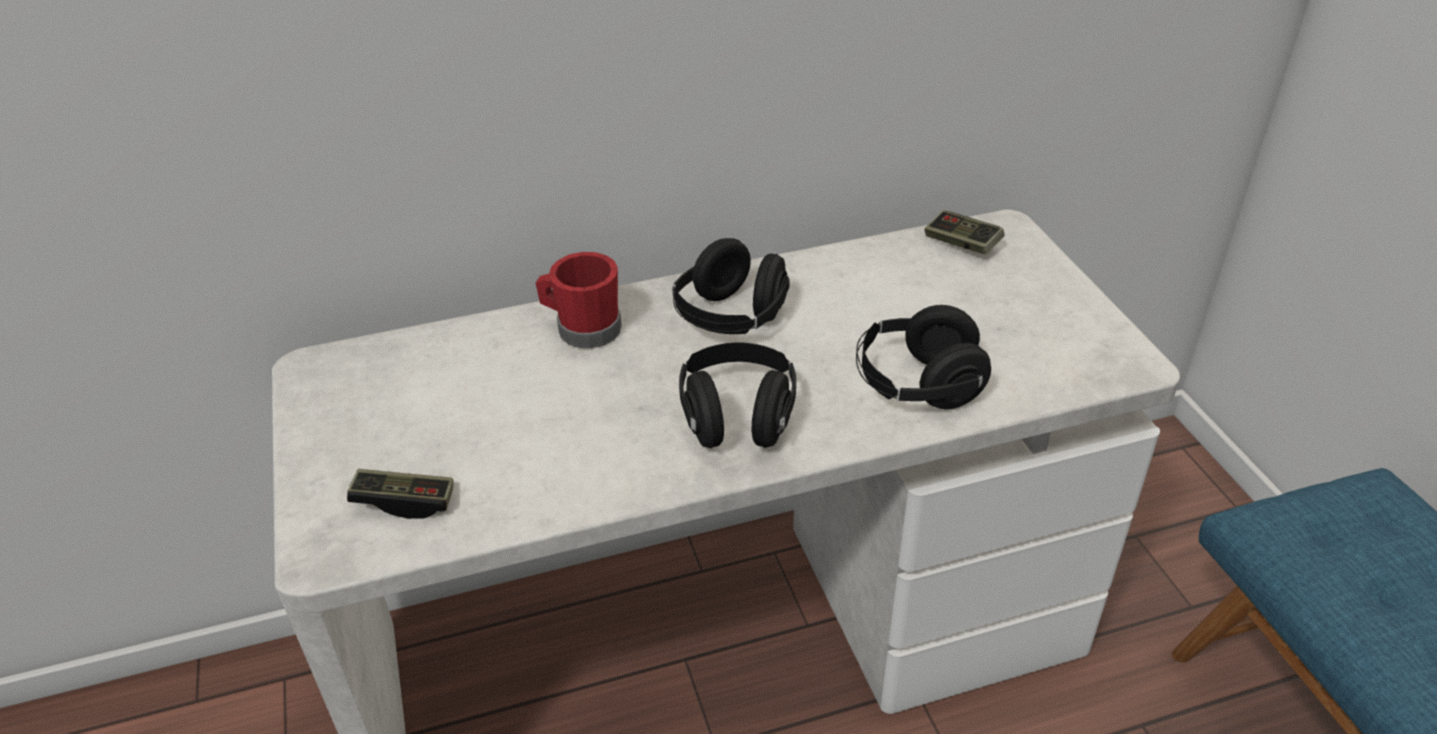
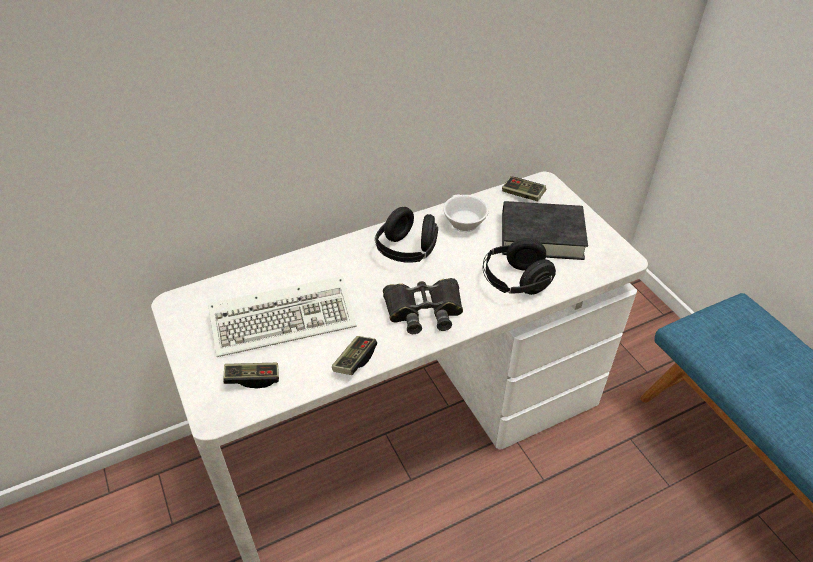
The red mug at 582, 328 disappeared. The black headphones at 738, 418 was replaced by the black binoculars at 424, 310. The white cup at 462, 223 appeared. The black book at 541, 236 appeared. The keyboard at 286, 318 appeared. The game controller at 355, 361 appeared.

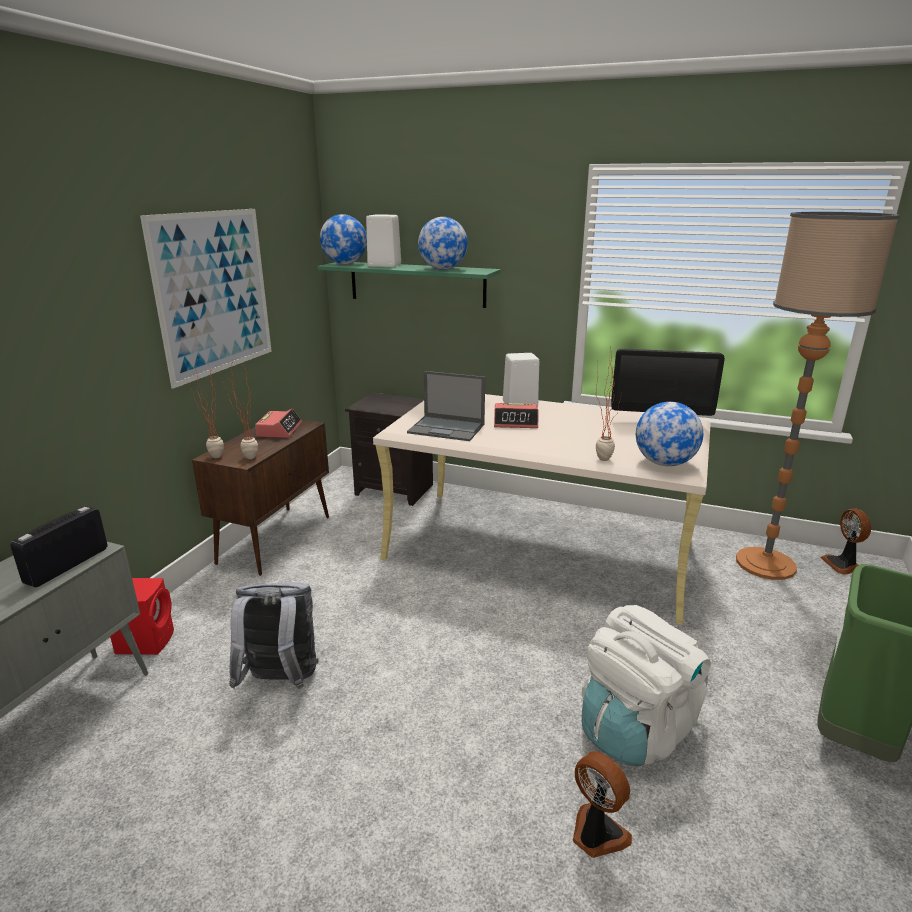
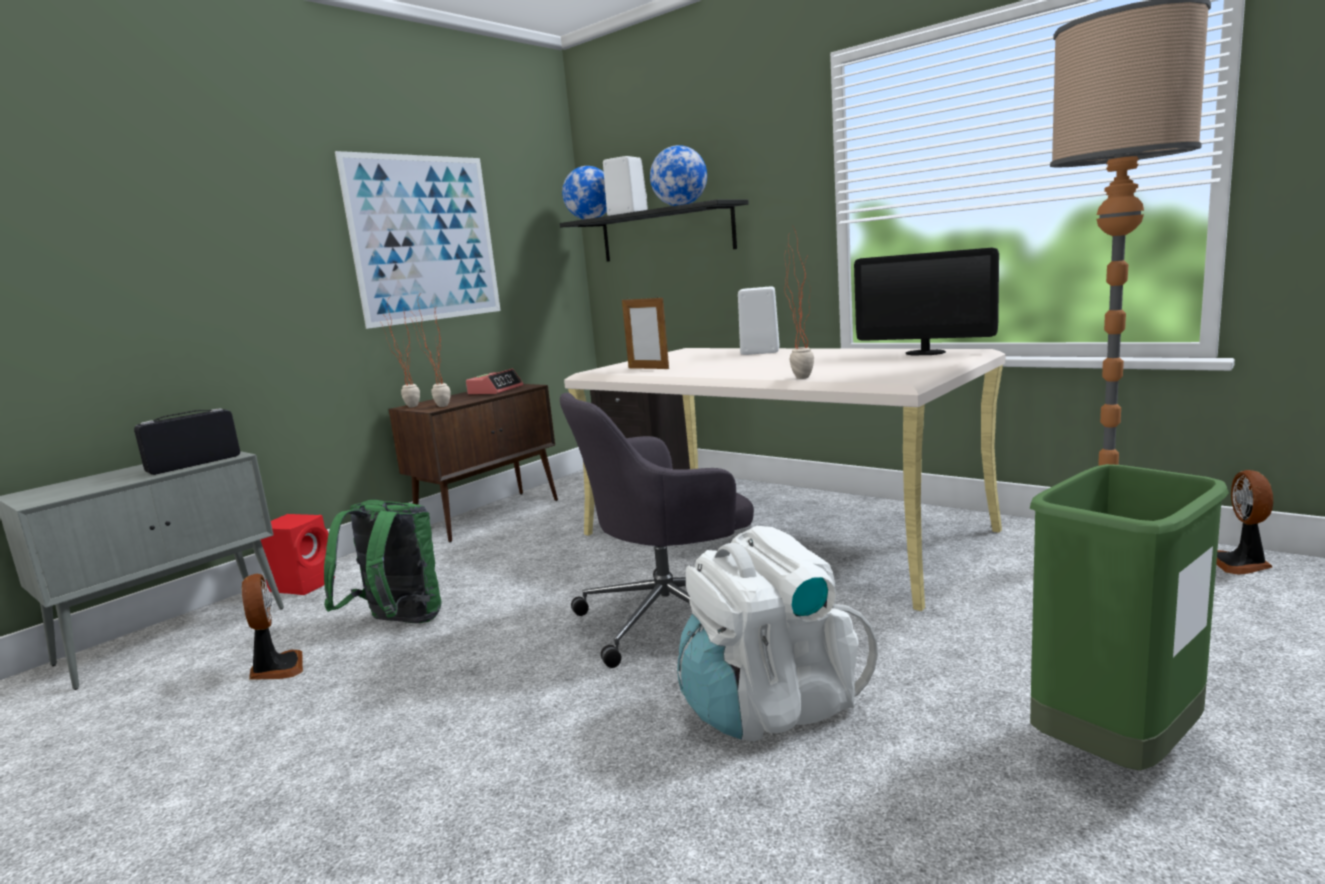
The green shelf at 417, 284 became the black shelf at 666, 233. The laptop at 447, 428 was replaced by the picture frame at 648, 368. The globe at 664, 463 disappeared. The alarm clock at 516, 422 disappeared. The grey backpack at 280, 681 became the green backpack at 397, 624. The fan moved from 596, 834 to 276, 669. The grey office chair at 670, 619 appeared.

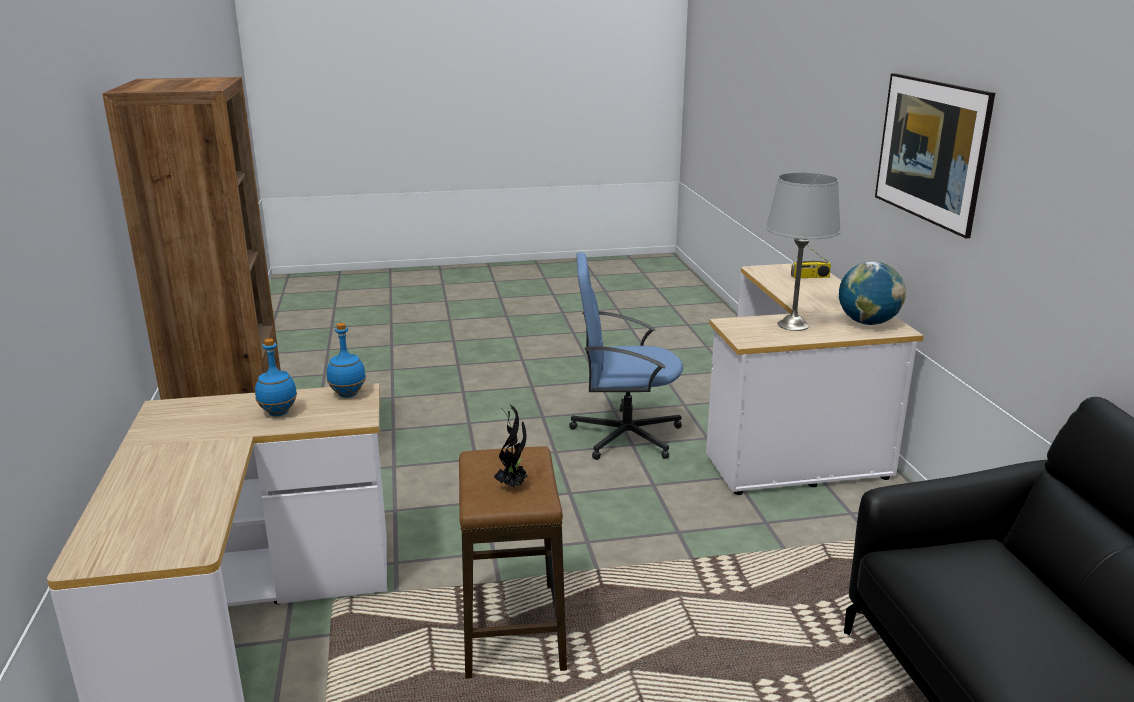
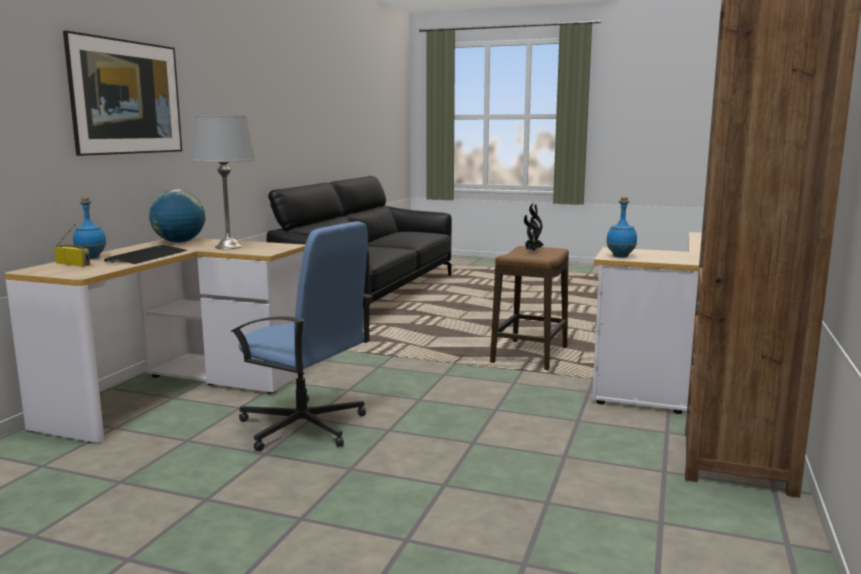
The blue bottle moved from 279, 413 to 90, 258. The keyboard at 147, 256 appeared.

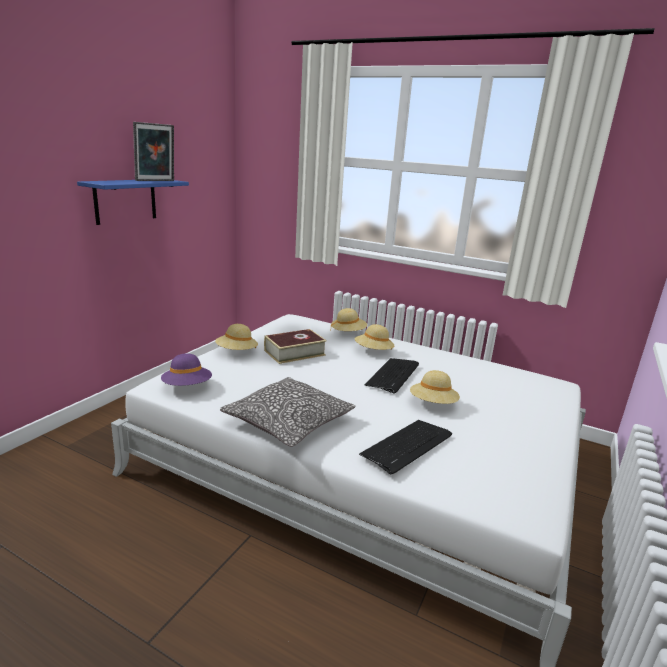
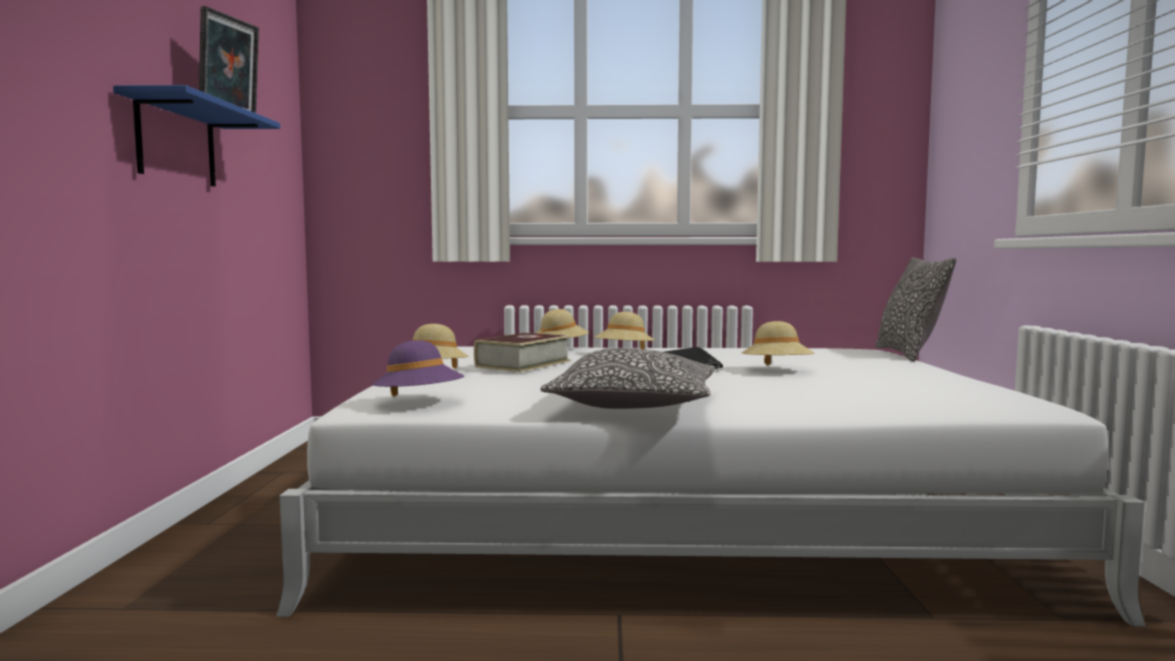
The keyboard at 407, 446 disappeared. The pillow at 909, 354 appeared.

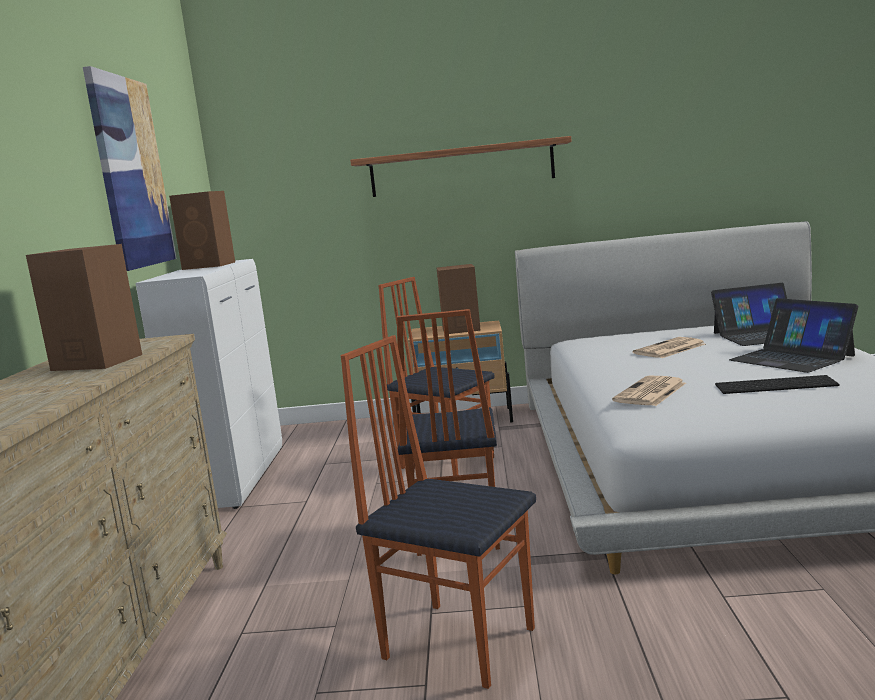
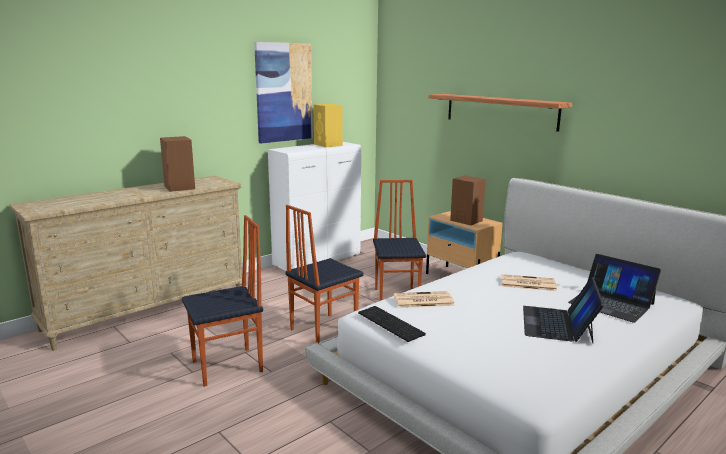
The brown speaker at 210, 265 became the yellow speaker at 328, 145. The chair at 459, 641 turned 75 degrees clockwise. The keyboard moved from 776, 385 to 392, 323.

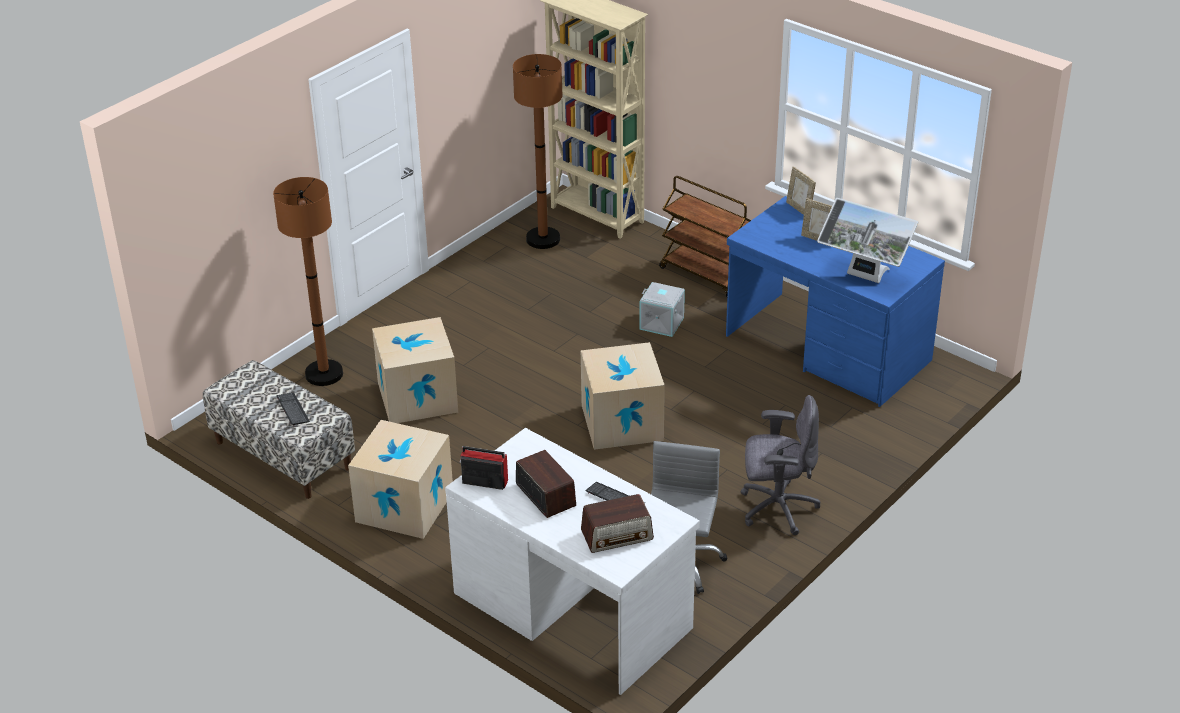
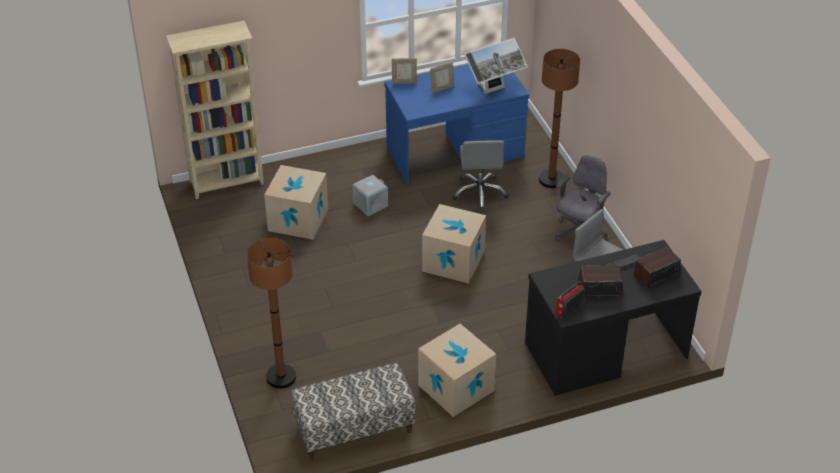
The brown floor lamp moved from 543, 239 to 551, 180. The brown cart at 707, 275 disappeared. The cardboard box moved from 417, 397 to 298, 220. The keyboard at 293, 410 disappeared. The white desk at 572, 609 became the black desk at 604, 349. The radio at 617, 535 turned 135 degrees counterclockwise. The grey office chair at 480, 193 appeared.

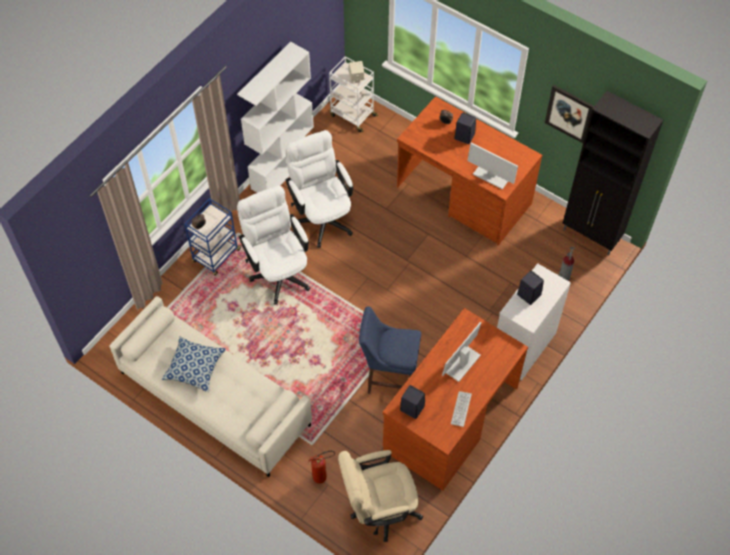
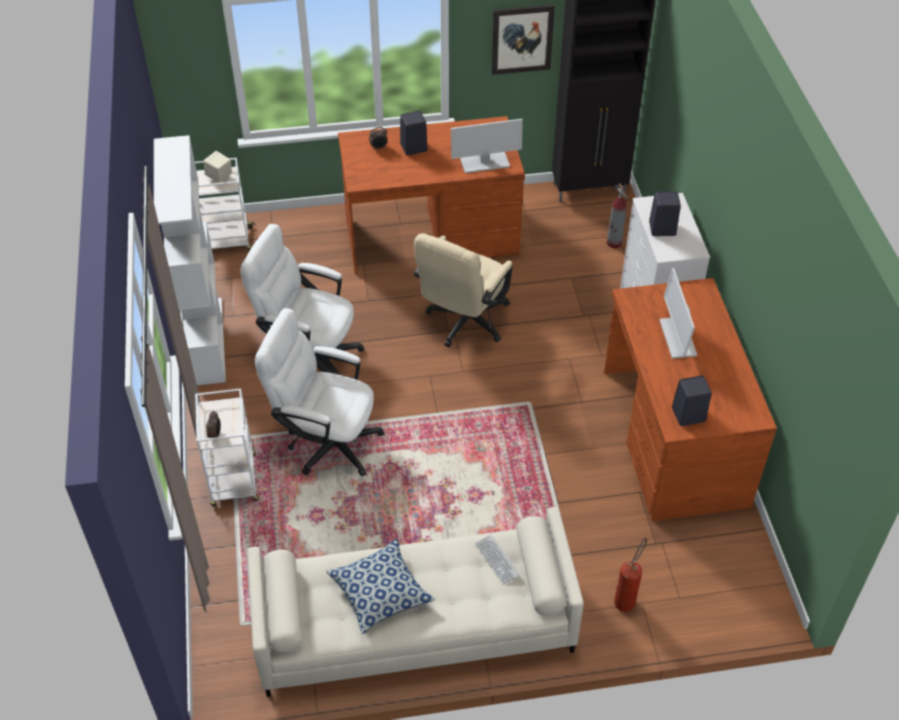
The blue cart at 216, 256 became the white cart at 234, 481. The blue stool at 388, 377 disappeared. The keyboard moved from 461, 409 to 497, 560. The beige office chair moved from 379, 509 to 463, 324.

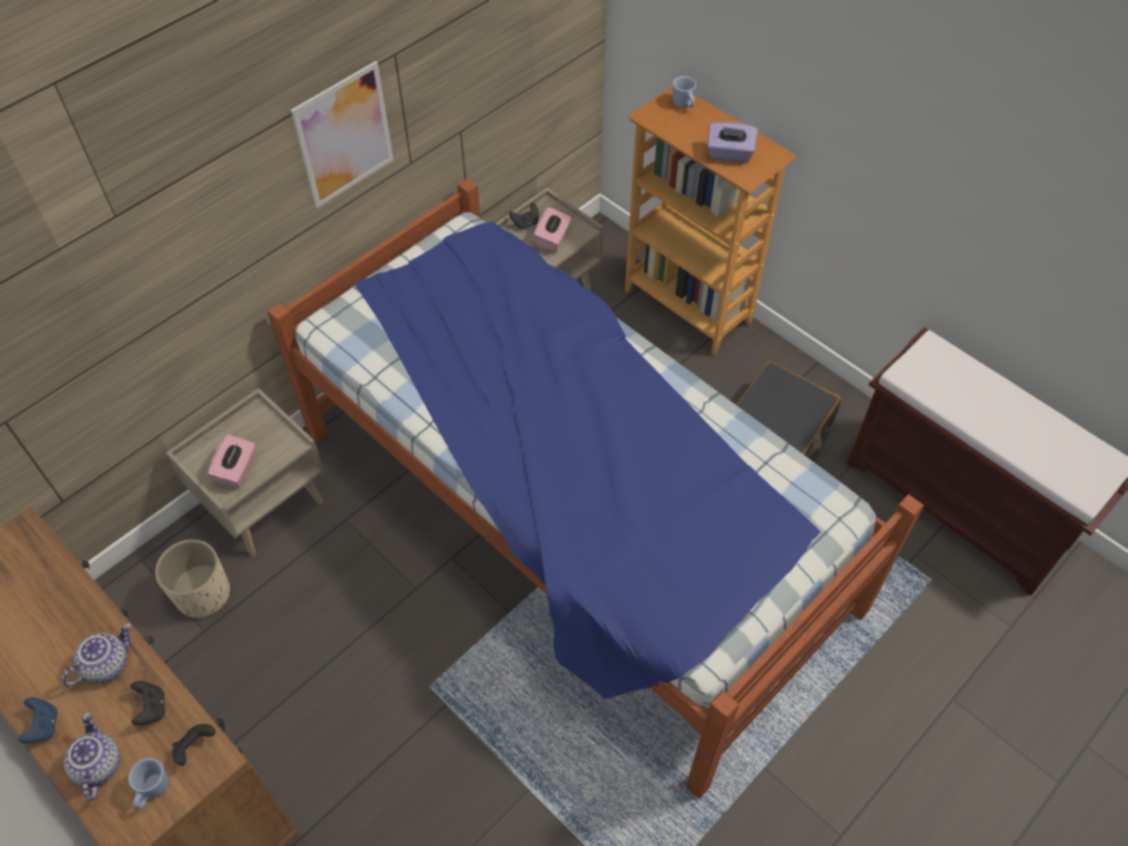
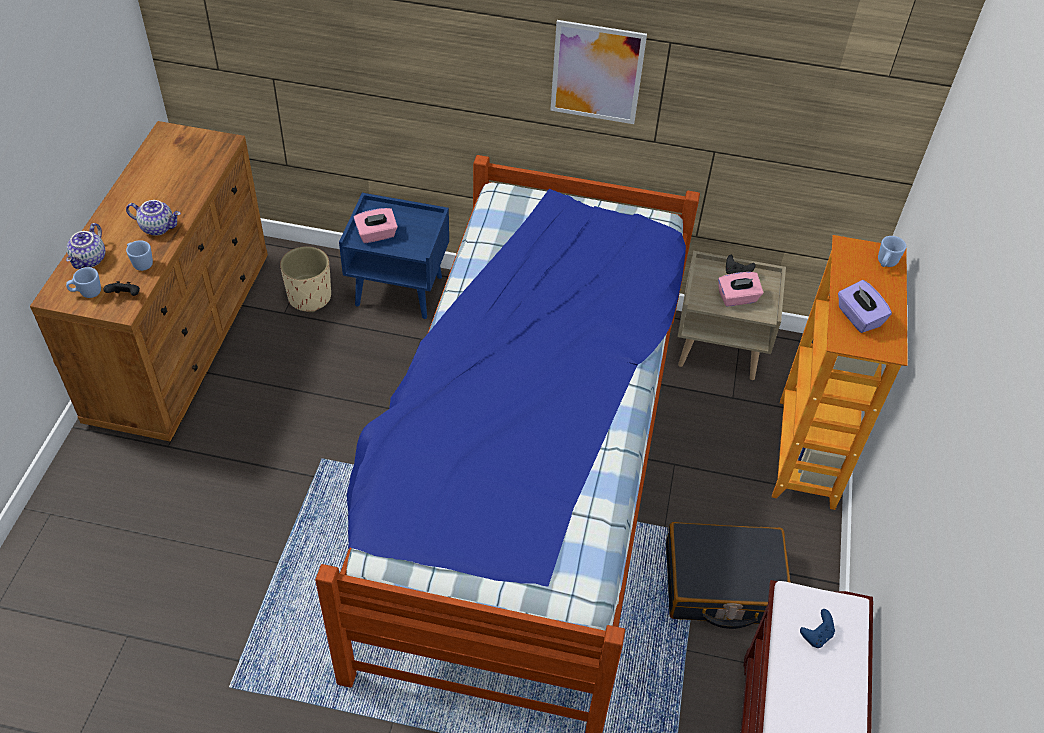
The beige nightstand at 266, 505 became the blue nightstand at 400, 290. The black game controller at 152, 708 was replaced by the blue mug at 141, 263. The blue game controller moved from 44, 726 to 816, 635. The teapot at 97, 765 turned 150 degrees clockwise.

